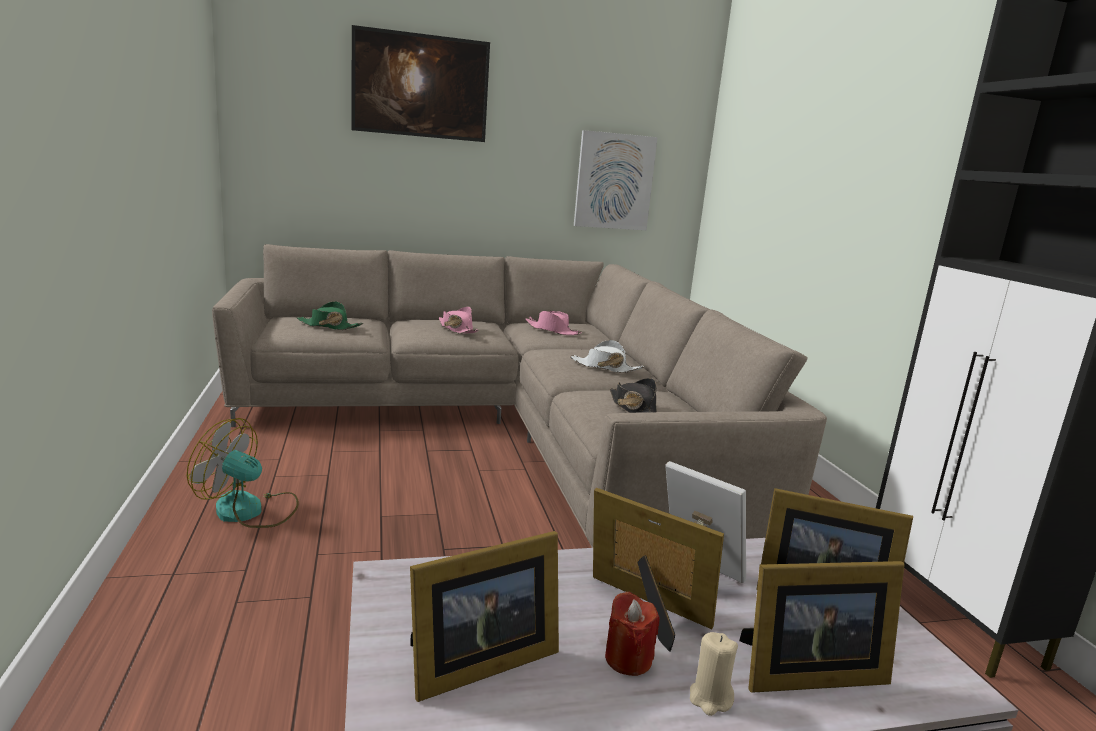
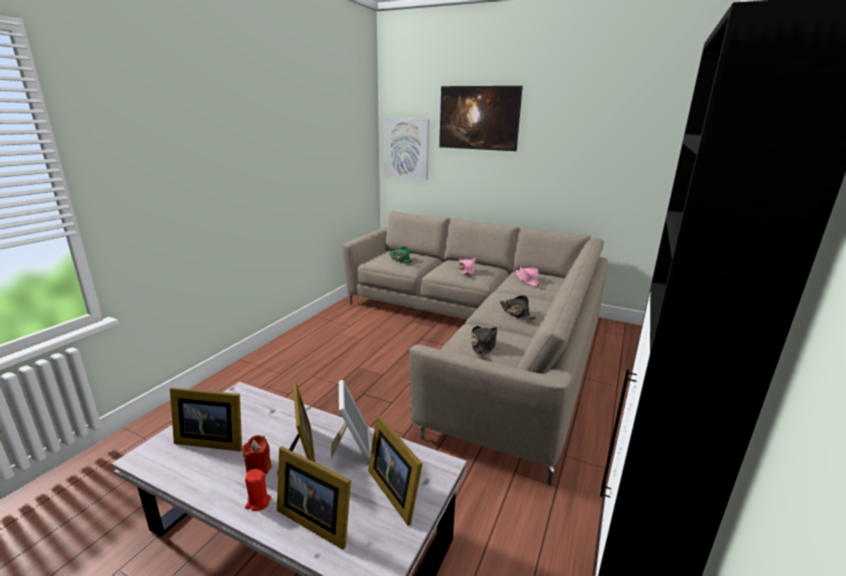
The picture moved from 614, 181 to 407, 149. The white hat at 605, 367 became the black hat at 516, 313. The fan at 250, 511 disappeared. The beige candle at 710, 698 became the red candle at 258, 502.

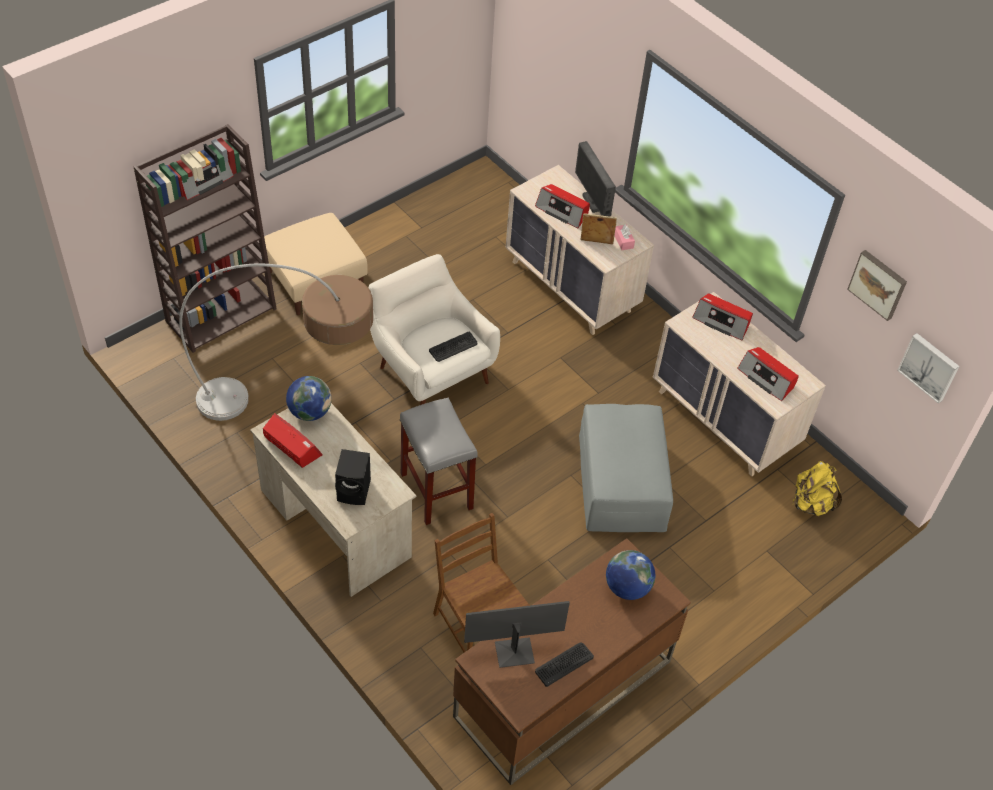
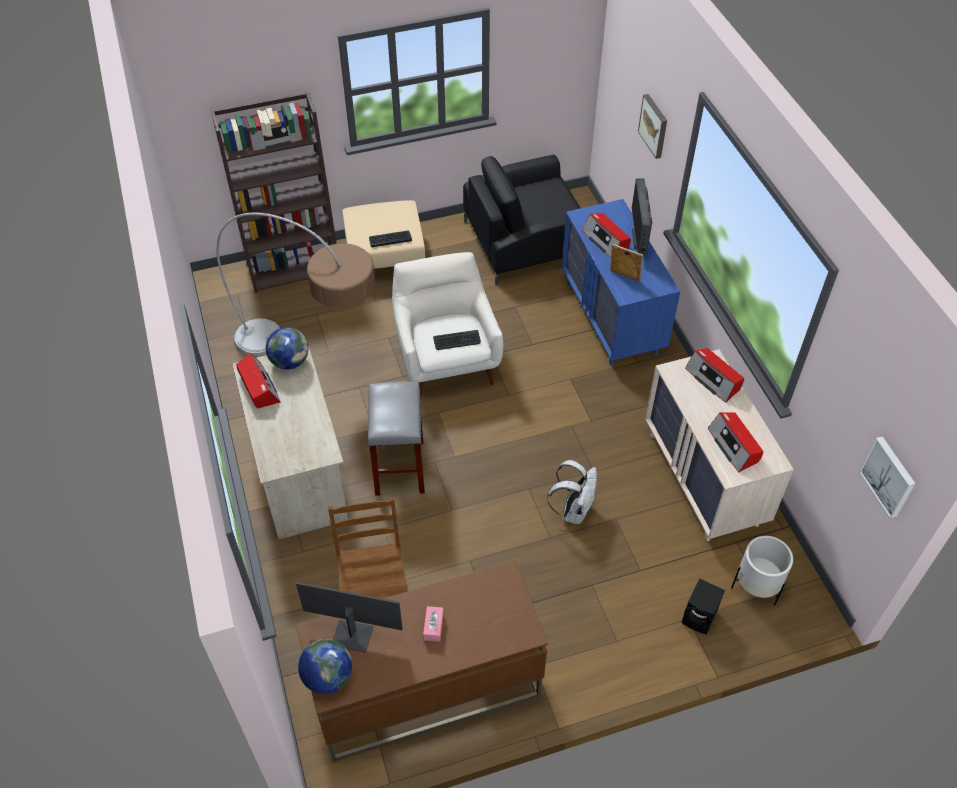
The beige dresser at 571, 287 became the blue dresser at 611, 318. The pink tissue box moved from 623, 241 to 433, 626. The picture moved from 878, 284 to 654, 125. The grey ottoman at 621, 483 was replaced by the white backpack at 573, 510. The black speaker moved from 355, 491 to 700, 618. The yellow backpack at 811, 503 was replaced by the white planter at 756, 586. The globe moved from 627, 587 to 328, 677. The keyboard moved from 564, 664 to 390, 239. The black armchair at 526, 241 appeared.

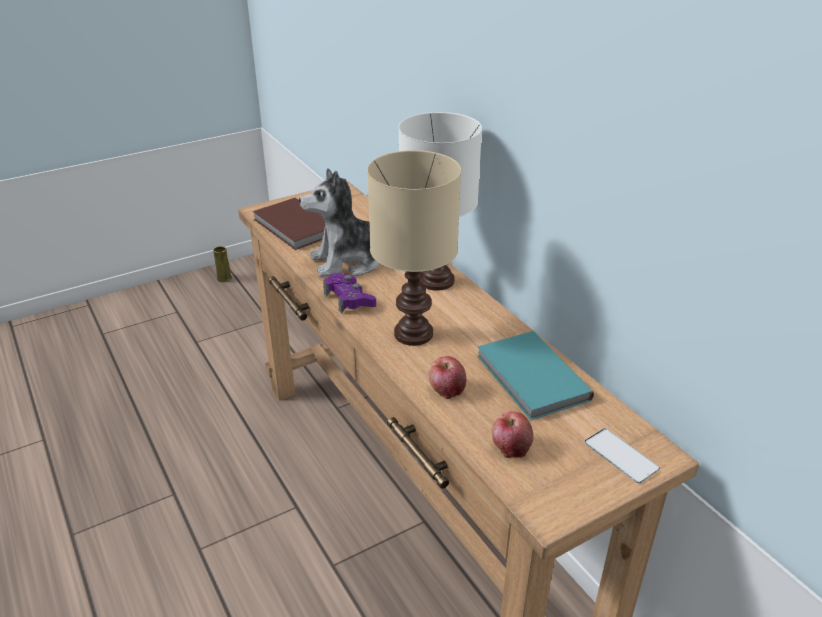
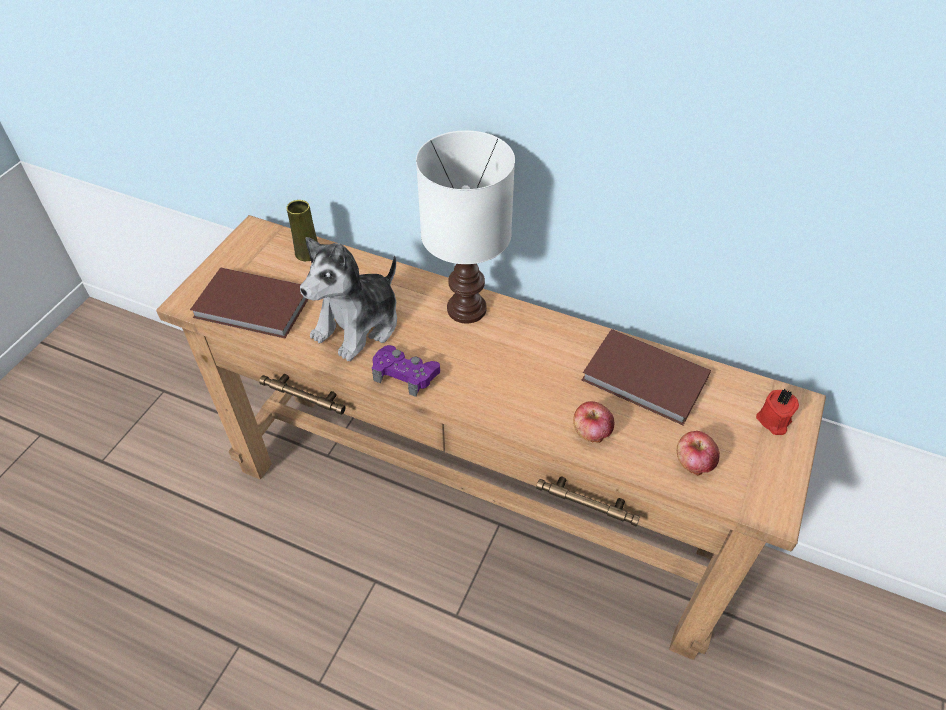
The beige table lamp at 415, 333 disappeared. The yellow vase moved from 224, 278 to 307, 253. The turquoise book at 530, 379 became the brown book at 645, 381. The phone at 621, 456 was replaced by the red candle at 773, 421.

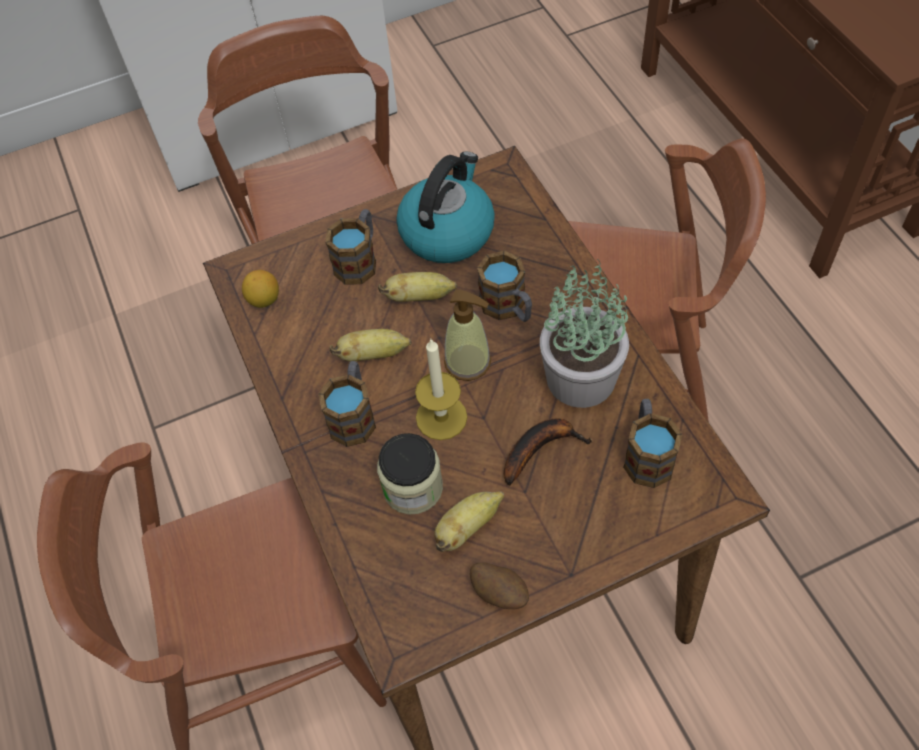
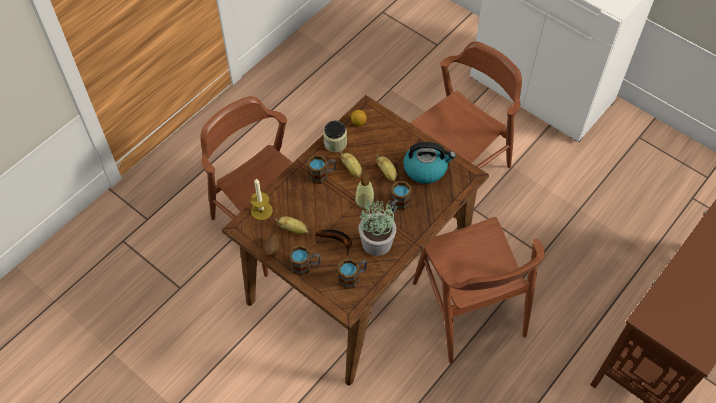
The mug moved from 359, 260 to 305, 266. The candle moved from 441, 417 to 261, 211. The jar moved from 413, 488 to 335, 143.

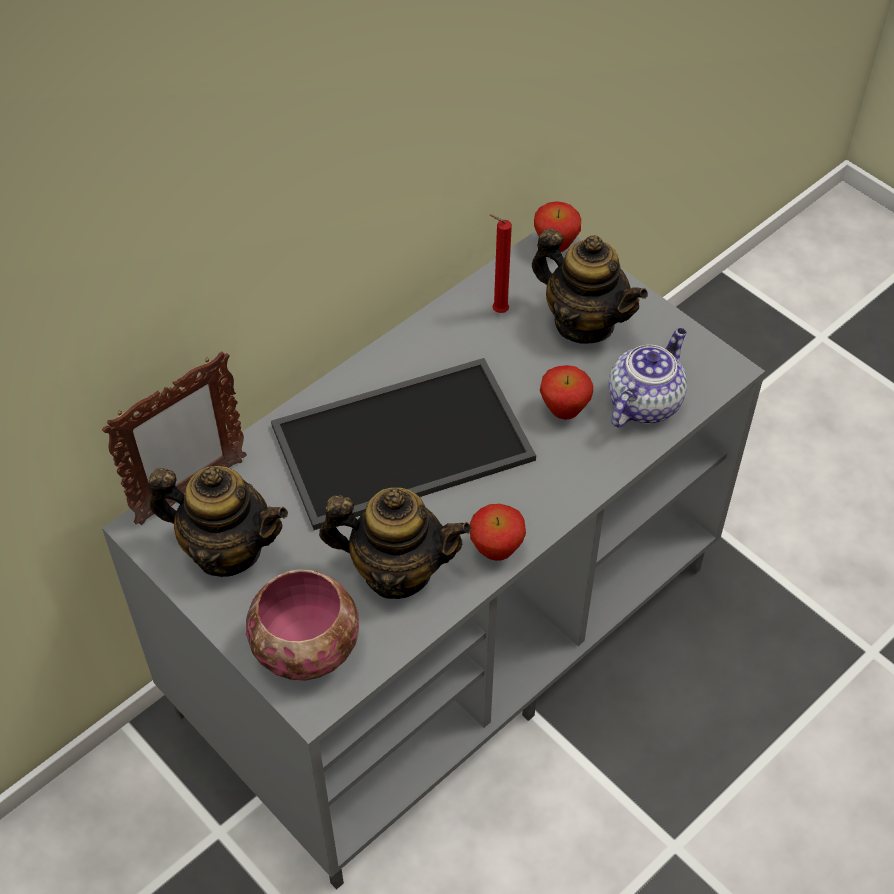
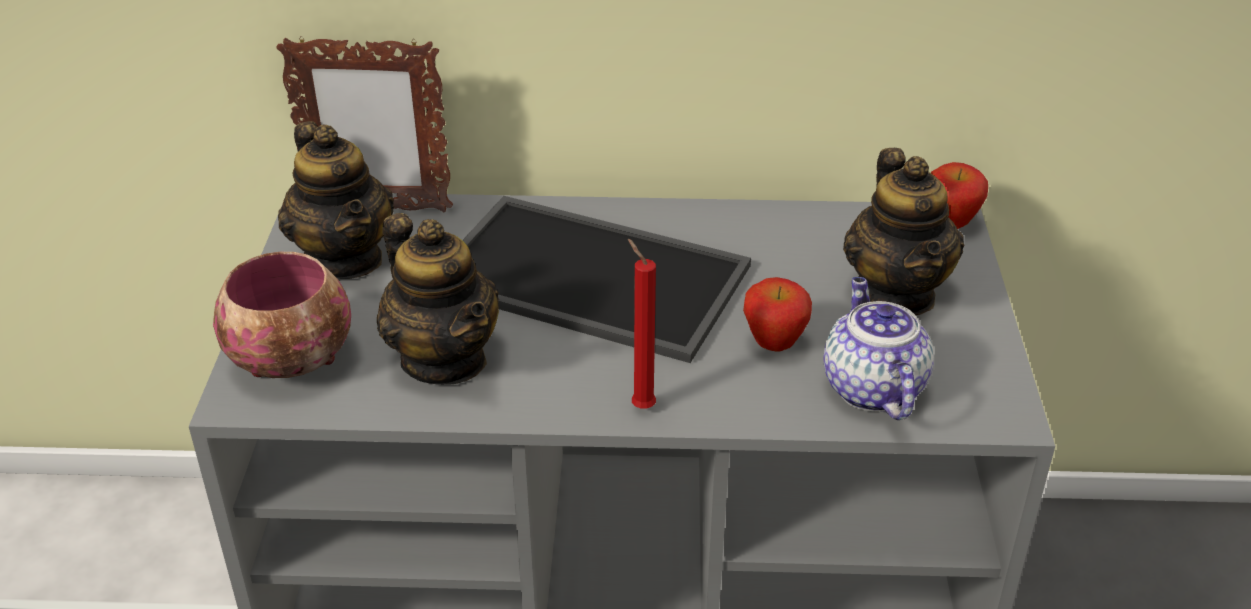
The red candle moved from 497, 311 to 640, 406. The teapot at 644, 402 turned 90 degrees counterclockwise. The apple at 496, 551 disappeared.

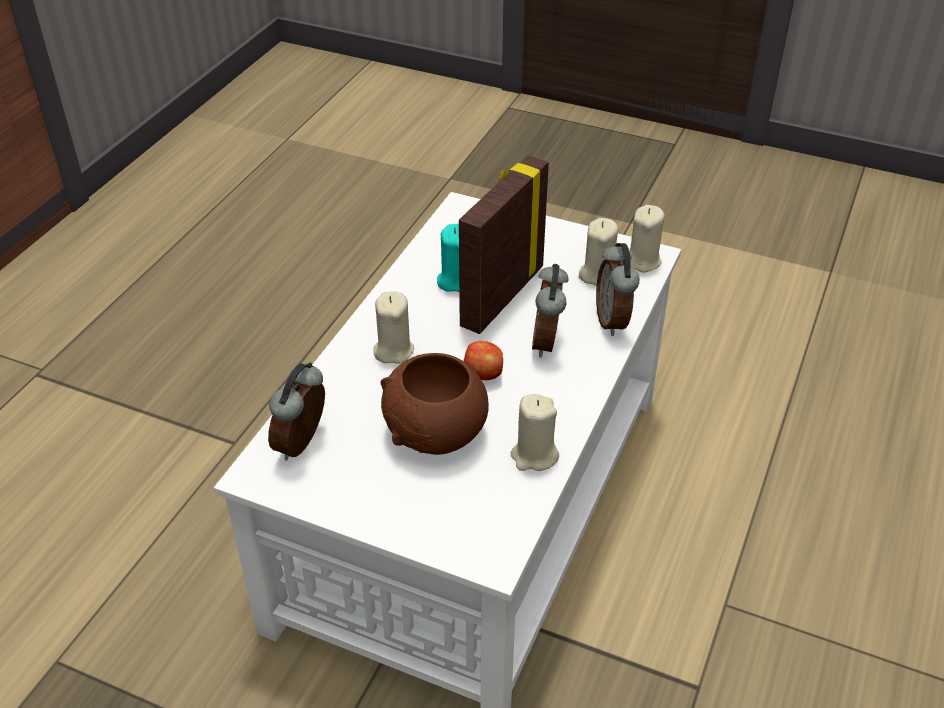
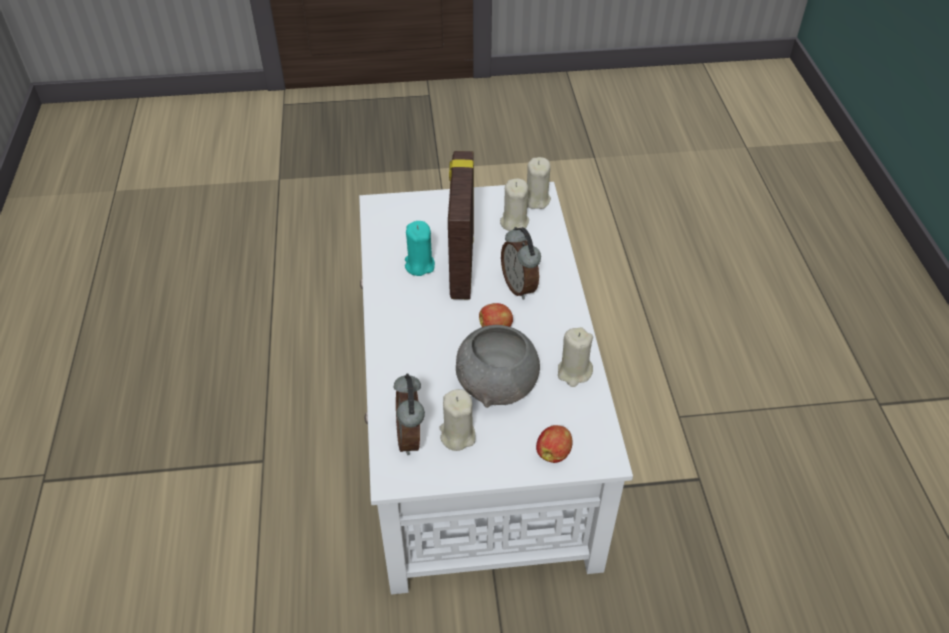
The alarm clock at 613, 321 disappeared. The beige candle moved from 393, 350 to 457, 435. The brown bowl at 437, 433 became the grey bowl at 497, 385. The apple at 553, 453 appeared.

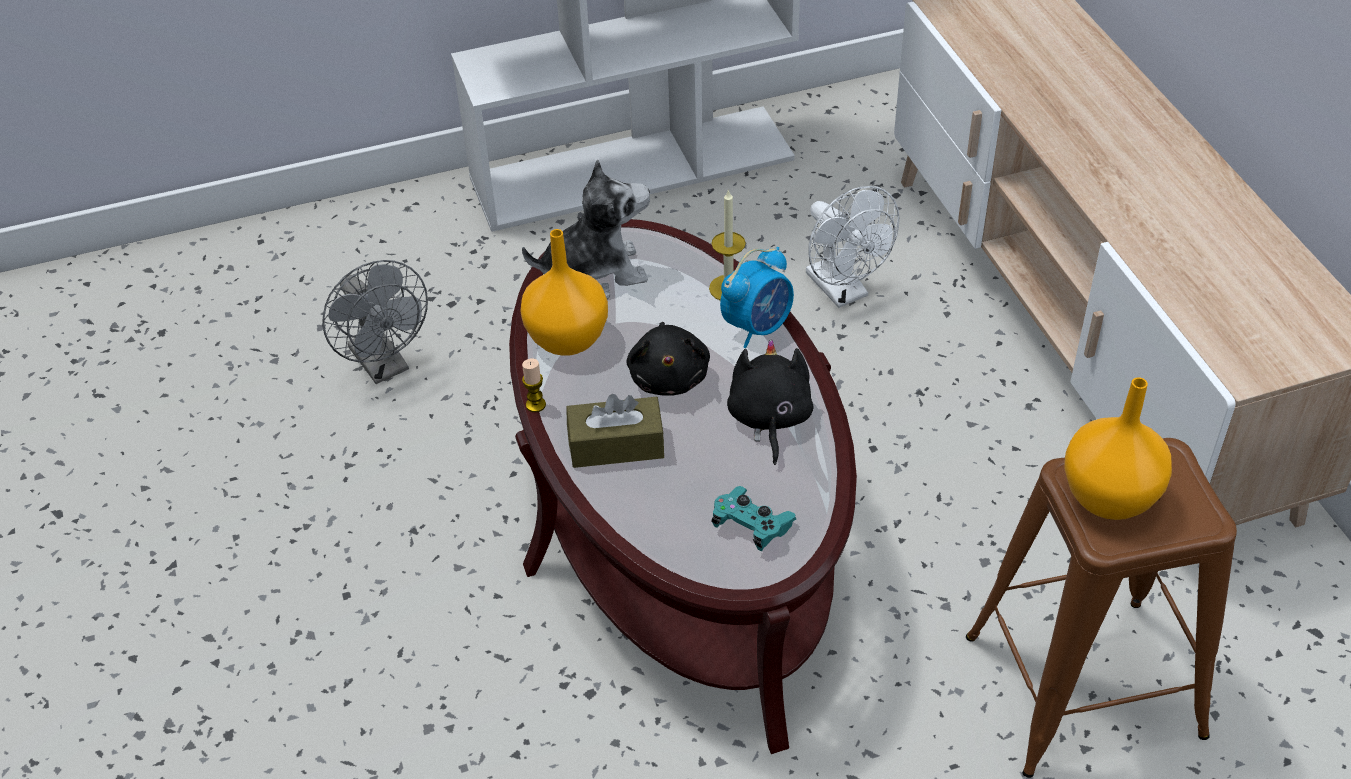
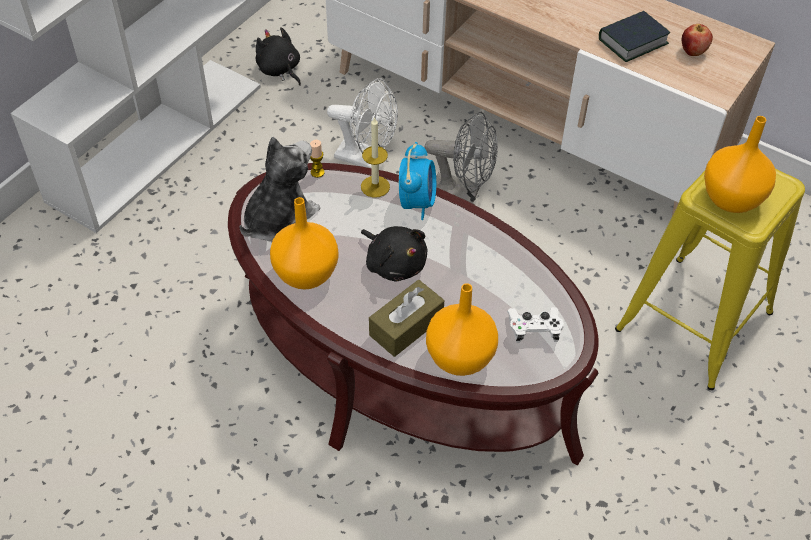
The grey fan moved from 385, 365 to 463, 192. The black plush toy moved from 769, 419 to 279, 70. The candle moved from 535, 405 to 317, 172. The brown stool at 1084, 685 became the yellow stool at 694, 321. The turquoise game controller at 751, 526 became the white game controller at 534, 330. The book at 632, 41 appeared. The apple at 693, 52 appeared. The orange vase at 458, 357 appeared.

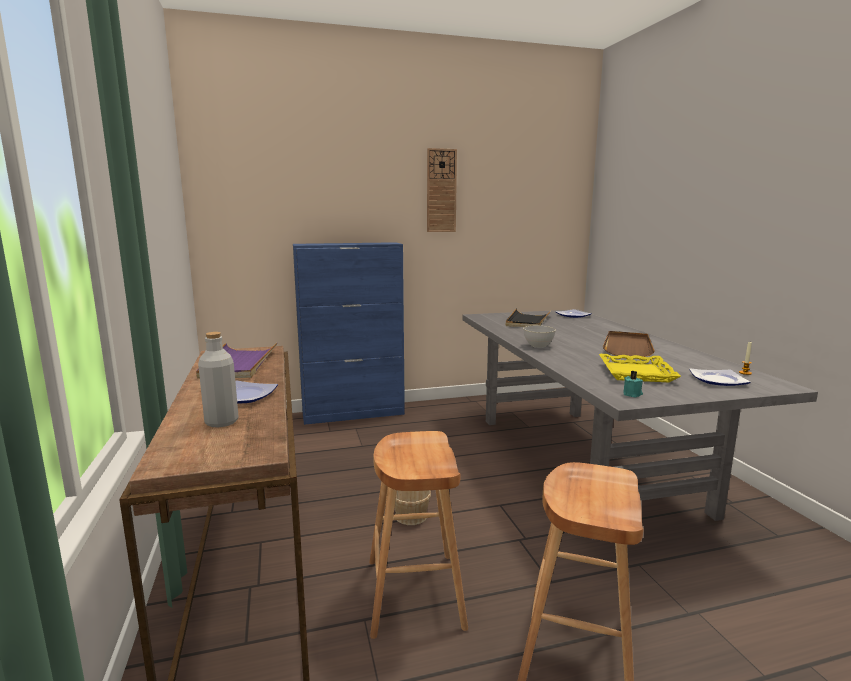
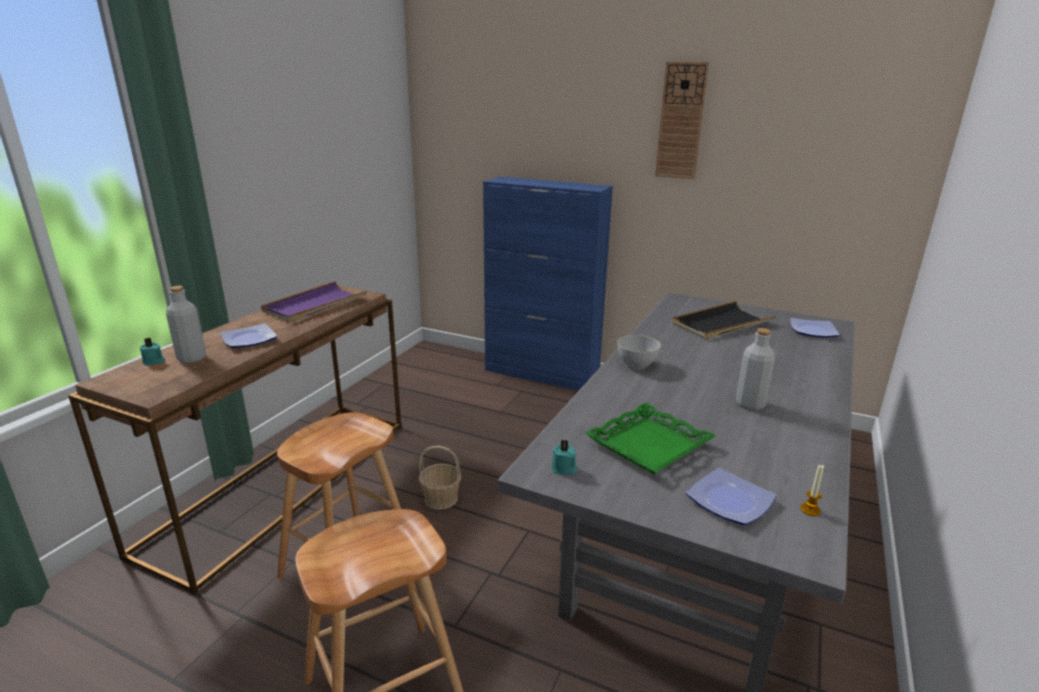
The brown tray at 627, 347 was replaced by the grey bottle at 750, 404. The yellow tray at 637, 373 became the green tray at 649, 445. The turquoise candle at 154, 362 appeared.

